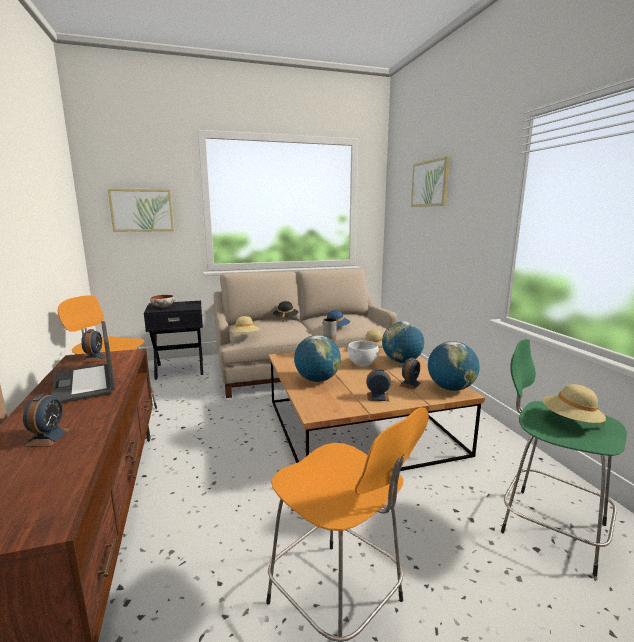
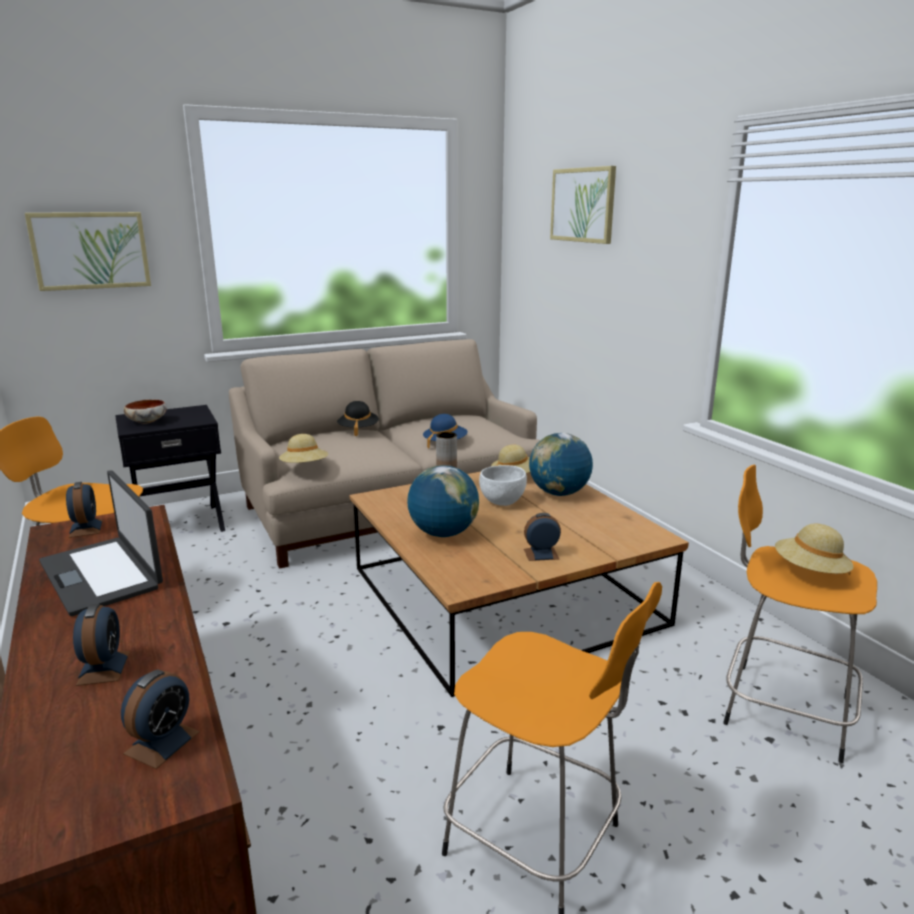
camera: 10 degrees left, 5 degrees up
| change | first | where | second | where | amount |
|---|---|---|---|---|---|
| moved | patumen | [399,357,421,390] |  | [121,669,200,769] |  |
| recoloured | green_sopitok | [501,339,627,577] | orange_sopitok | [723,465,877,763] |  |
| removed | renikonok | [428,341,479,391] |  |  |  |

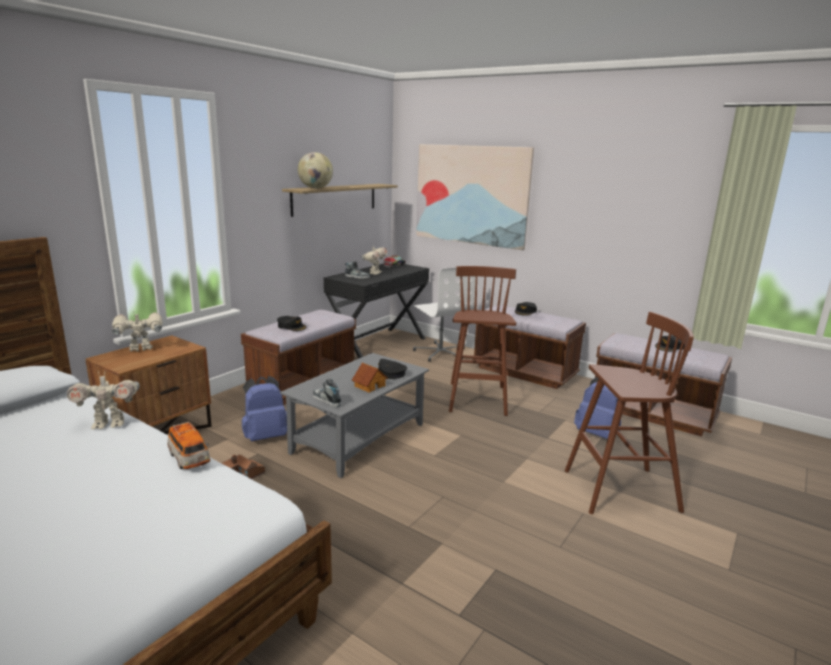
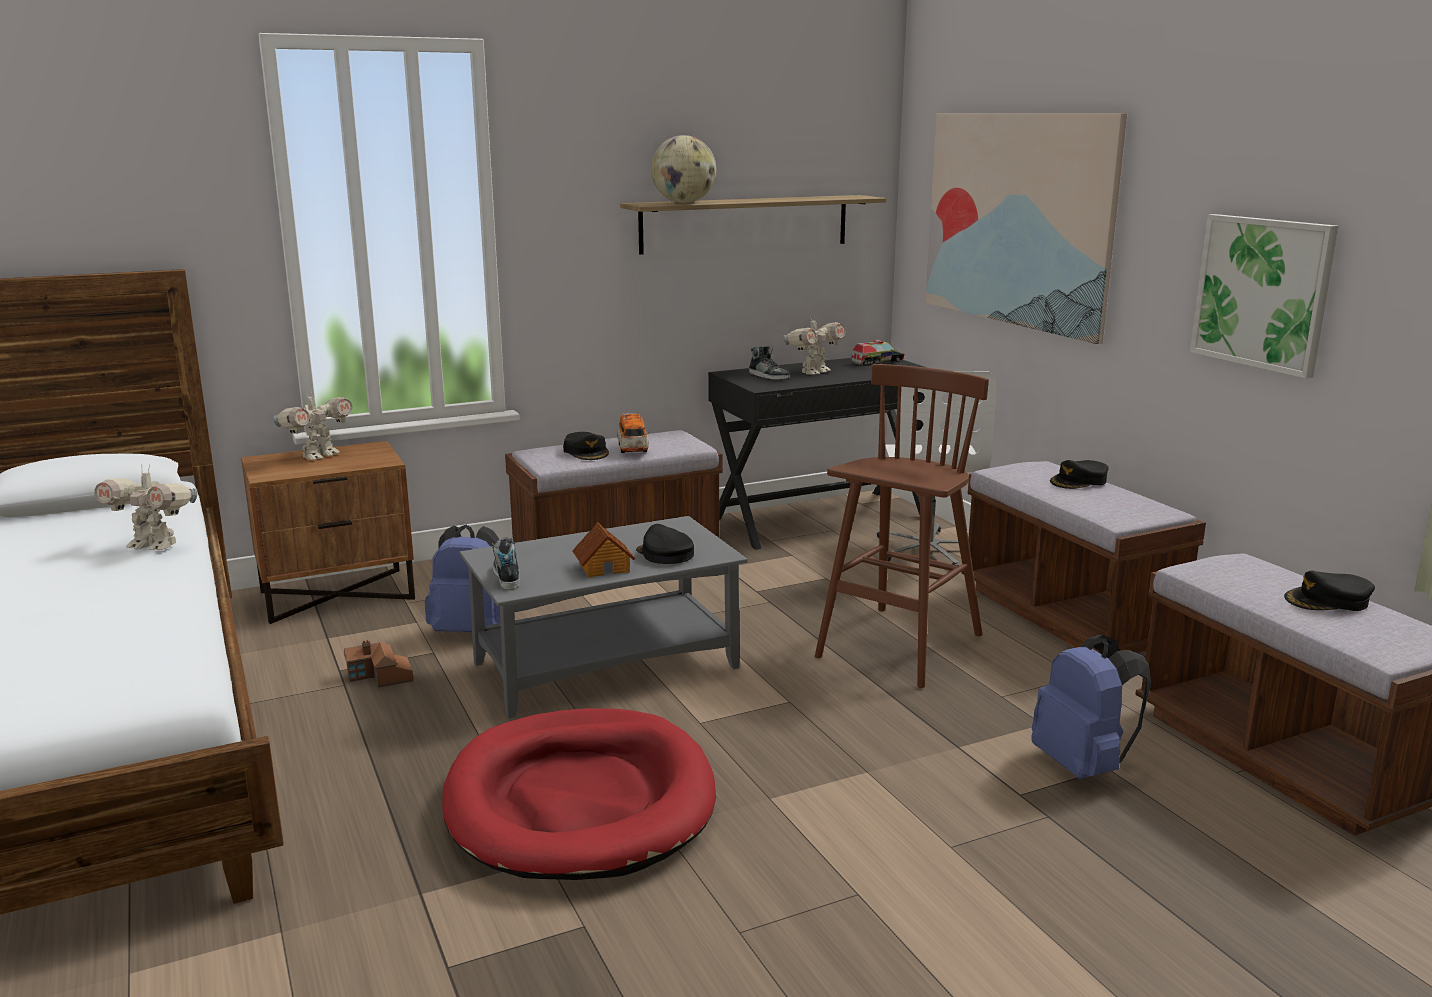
camera: 30 degrees right, 0 degrees up
| change | first | where | second | where | amount |
|---|---|---|---|---|---|
| turned | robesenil | [112,311,163,352] |  | [273,391,353,460] | 120 degrees clockwise |
| added |  |  | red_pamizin | [442,708,716,880] |  |
| moved | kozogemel | [167,421,210,469] |  | [617,413,649,453] |  |
| added |  |  | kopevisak | [1190,214,1338,378] |  |
| removed | brown_sopitok | [565,312,694,514] |  |  |  |

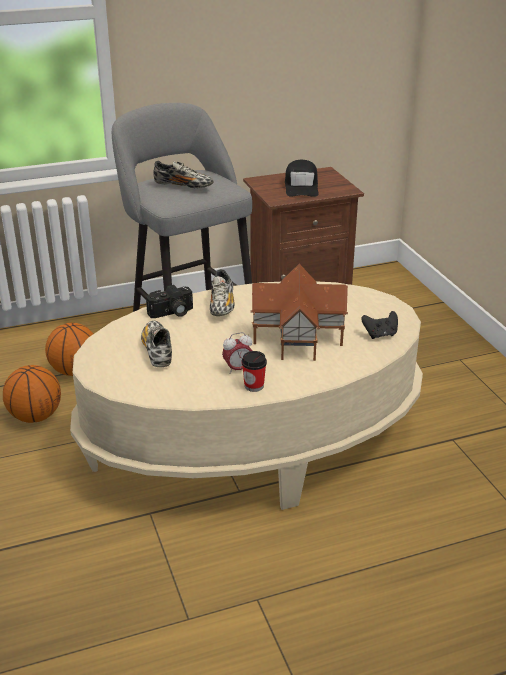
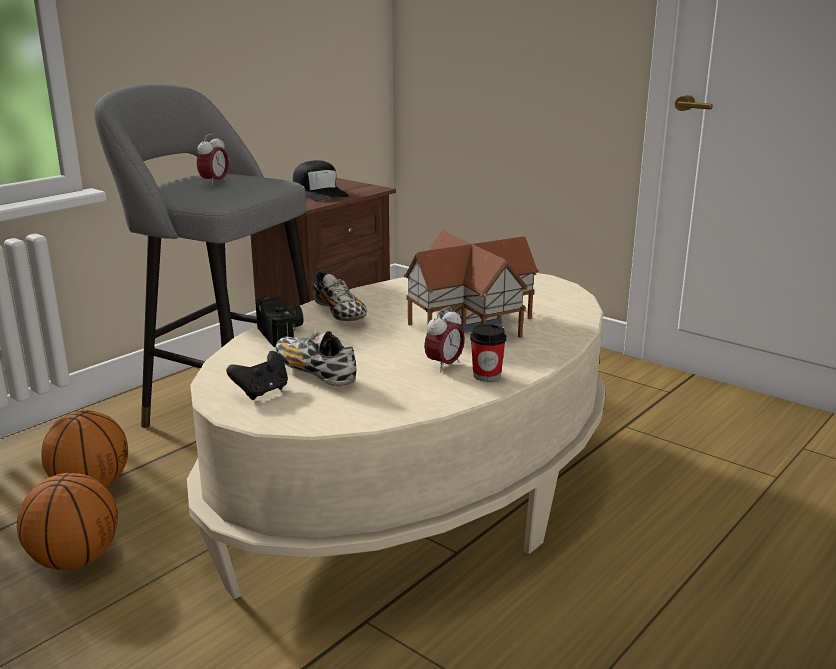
camera: 30 degrees left, 10 degrees down
| change | first | where | second | where | amount |
|---|---|---|---|---|---|
| replaced | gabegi | [153,161,214,188] | patumen | [197,133,229,186] |  |
| moved | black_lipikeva | [361,311,398,339] |  | [226,351,288,400] |  |
| turned | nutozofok | [146,285,193,318] |  | [256,297,303,347] | 60 degrees counterclockwise |

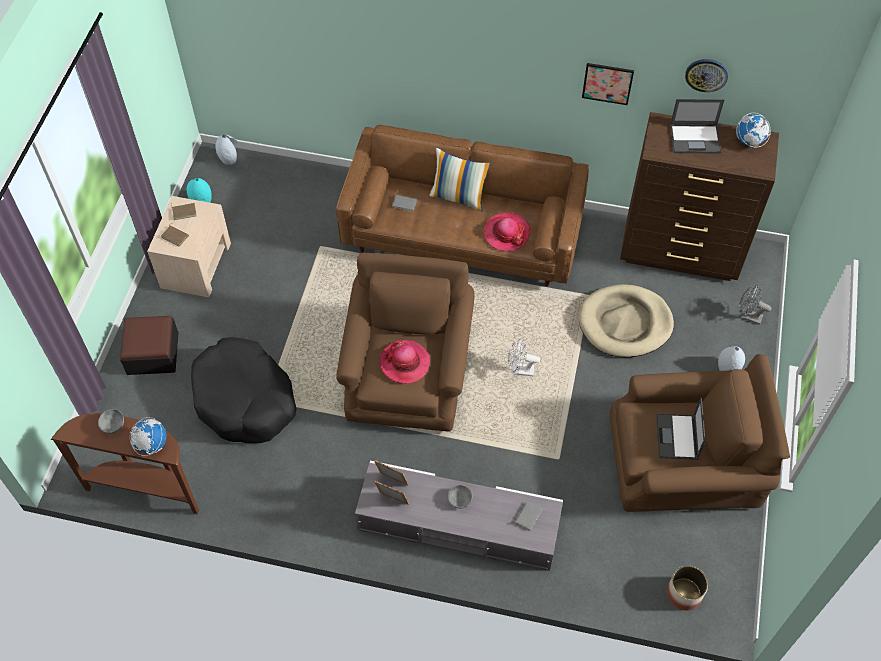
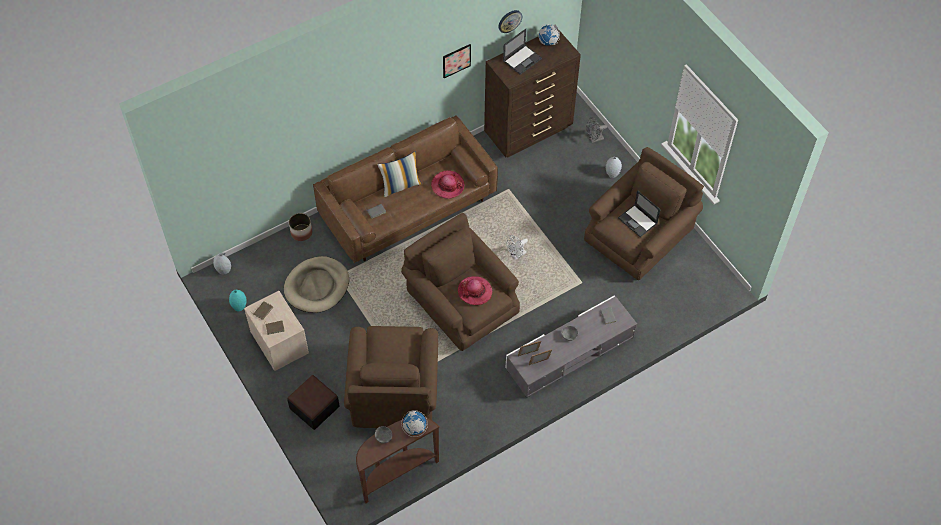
camera: 45 degrees left, 0 degrees up
| change | first | where | second | where | amount |
|---|---|---|---|---|---|
| moved | beige_pamizin | [578,284,674,357] |  | [284,256,349,313] |  |
| moved | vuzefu | [667,566,708,610] |  | [289,213,312,241] |  |
| replaced | black_pamizin | [191,337,297,443] | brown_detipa | [344,326,438,428] |  |

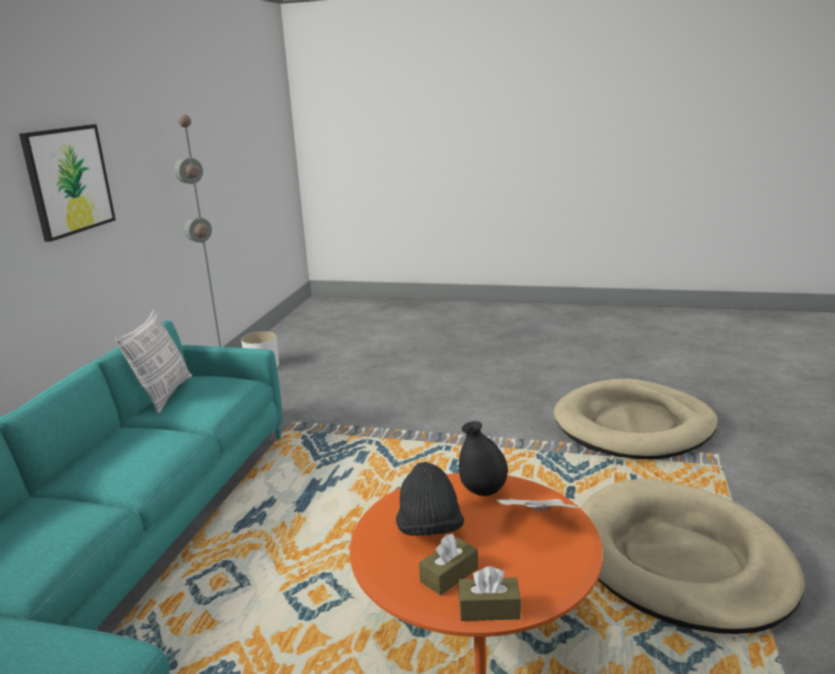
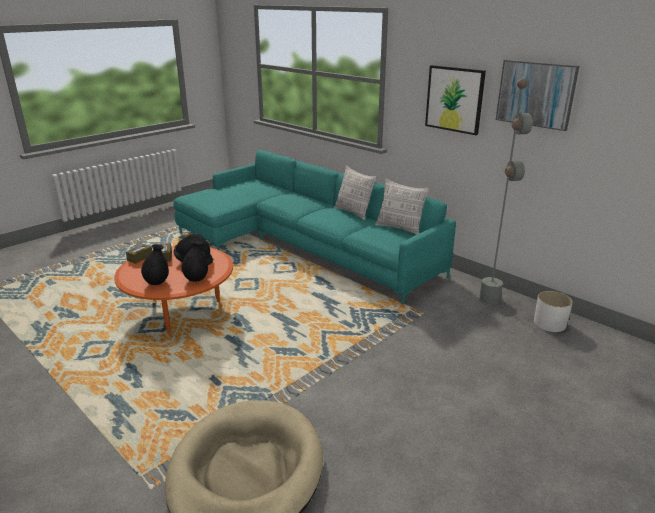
camera: 120 degrees right, 5 degrees up
| change | first | where | second | where | amount |
|---|---|---|---|---|---|
| replaced | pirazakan | [496,499,580,512] | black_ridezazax | [141,244,169,285] |  |
| added |  |  | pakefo | [334,165,377,220] |  |
| added |  |  | kopevisak | [496,60,579,131] |  |
| removed | beige_pamizin | [580,478,805,634] |  |  |  |

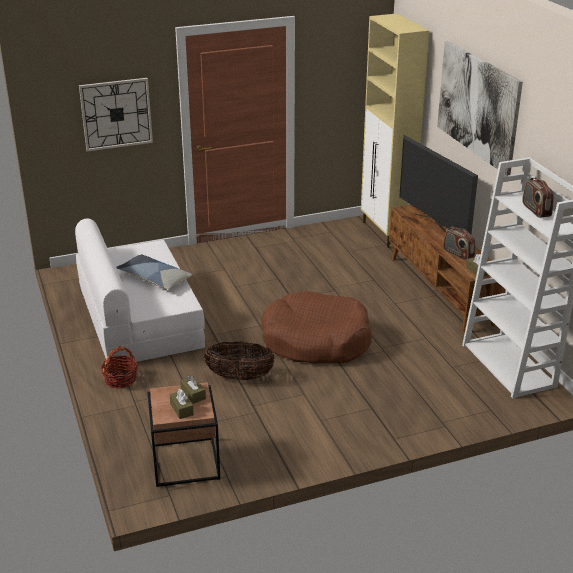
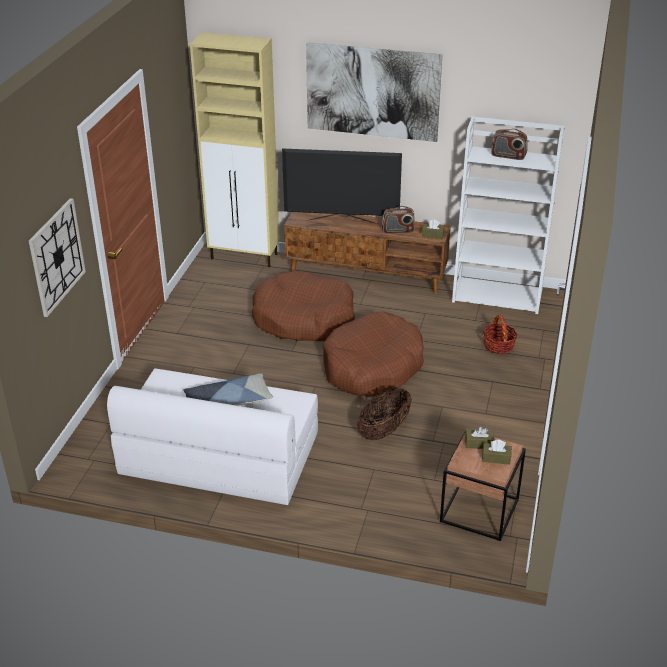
camera: 55 degrees left, 5 degrees up
| change | first | where | second | where | amount |
|---|---|---|---|---|---|
| added |  |  | brown_pamizin | [252,271,355,341] |  |
| moved | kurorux | [101,346,138,388] |  | [483,314,518,354] |  |

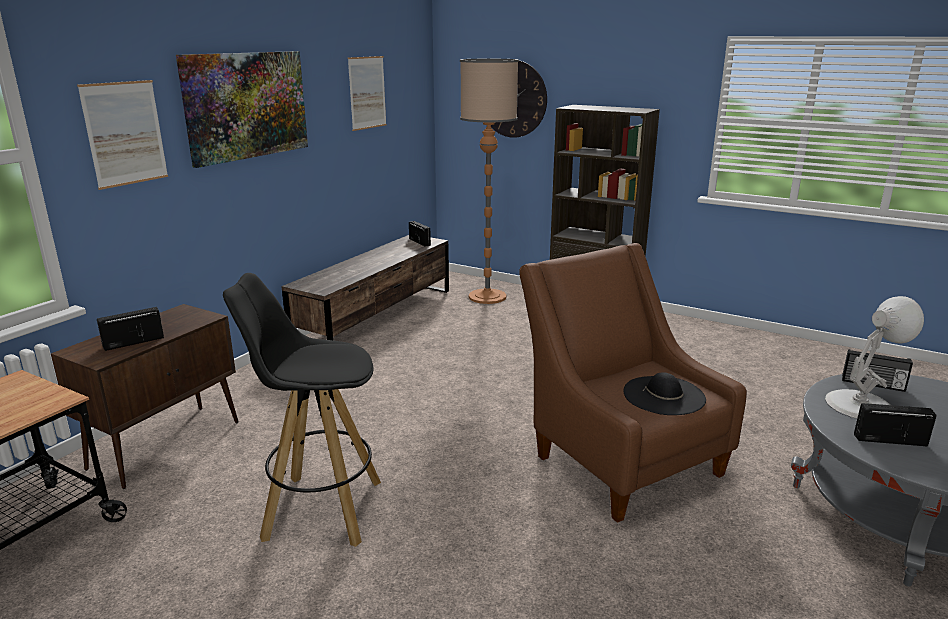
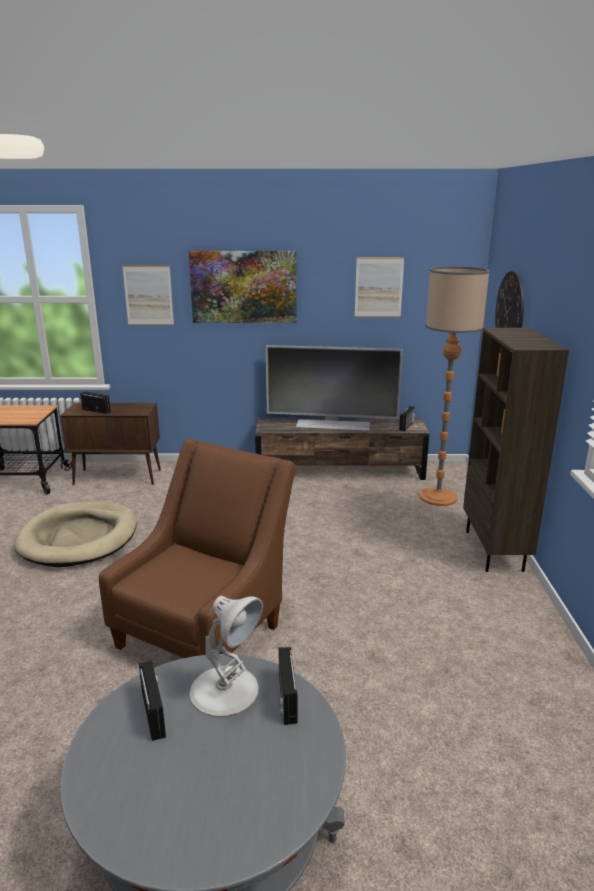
camera: 60 degrees right, 0 degrees up
| change | first | where | second | where | amount |
|---|---|---|---|---|---|
| replaced | black_sopitok | [223,273,381,547] | beige_pamizin | [14,502,137,567] |  |
| added |  |  | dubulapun | [266,345,403,431] |  |
| removed | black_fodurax | [624,372,706,415] |  |  |  |

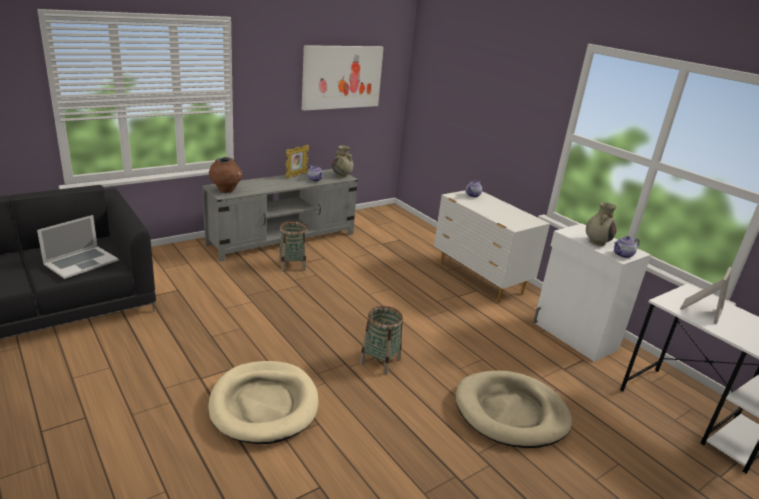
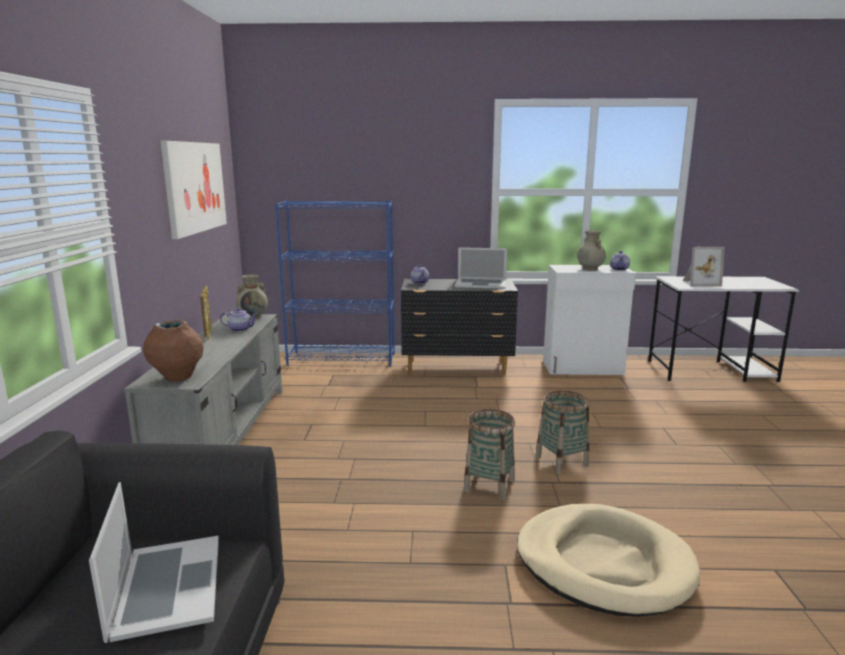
camera: 50 degrees left, 10 degrees down
| change | first | where | second | where | amount |
|---|---|---|---|---|---|
| added |  |  | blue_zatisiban | [275,201,395,367] |  |
| recoloured | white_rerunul | [434,190,550,302] | black_rerunul | [401,279,518,375] |  |
| added |  |  | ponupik | [455,247,507,289] |  |
| moved | kurorux | [279,221,307,272] |  | [464,409,515,500] |  |
| turned | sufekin | [680,267,732,325] |  | [683,247,725,287] | 105 degrees clockwise |
| removed | beige_pamizin | [455,370,572,448] |  |  |  |

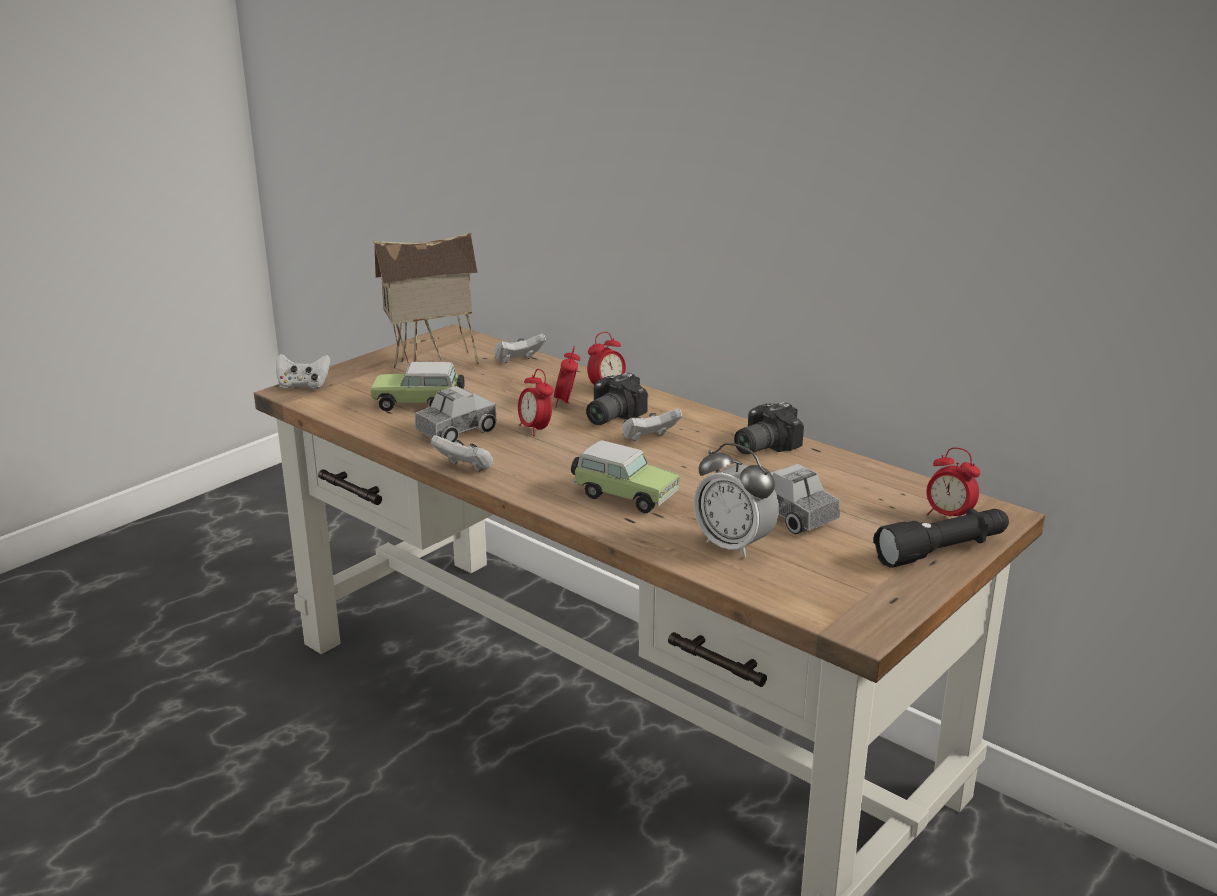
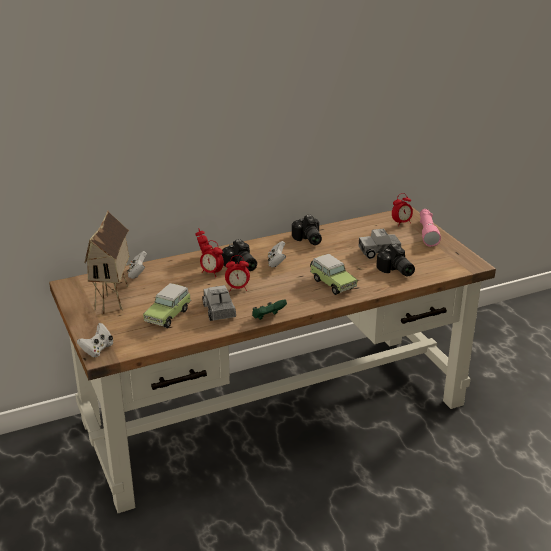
camera: 65 degrees left, 5 degrees up
| change | first | where | second | where | amount |
|---|---|---|---|---|---|
| recoloured | white_lipikeva | [431,435,493,471] | green_lipikeva | [252,299,287,320] |  |
| turned | kozogemel | [571,440,680,513] |  | [310,254,357,295] | 90 degrees clockwise |
| replaced | patumen | [694,443,779,558] | nutozofok | [376,244,415,277] |  |
| recoloured | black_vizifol | [874,508,1009,568] | pink_vizifol | [420,209,441,247] |  |

